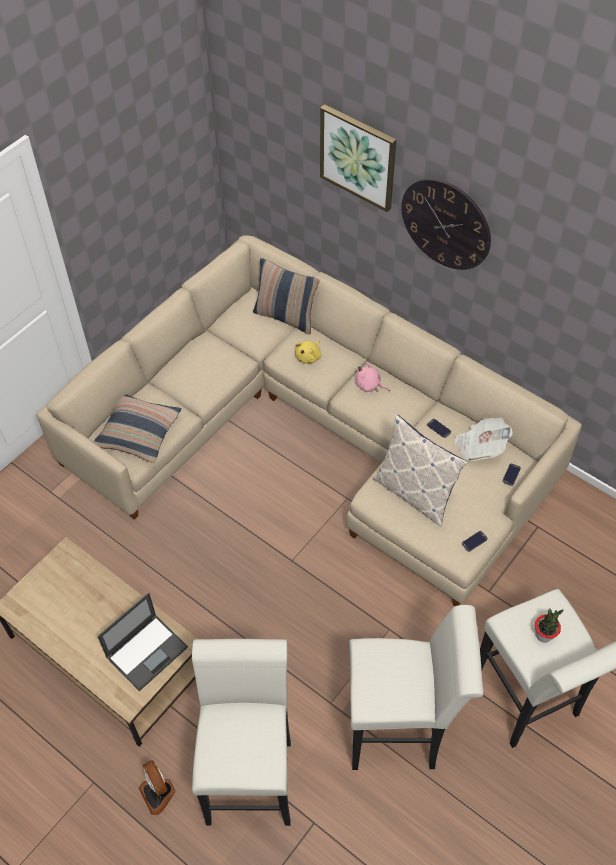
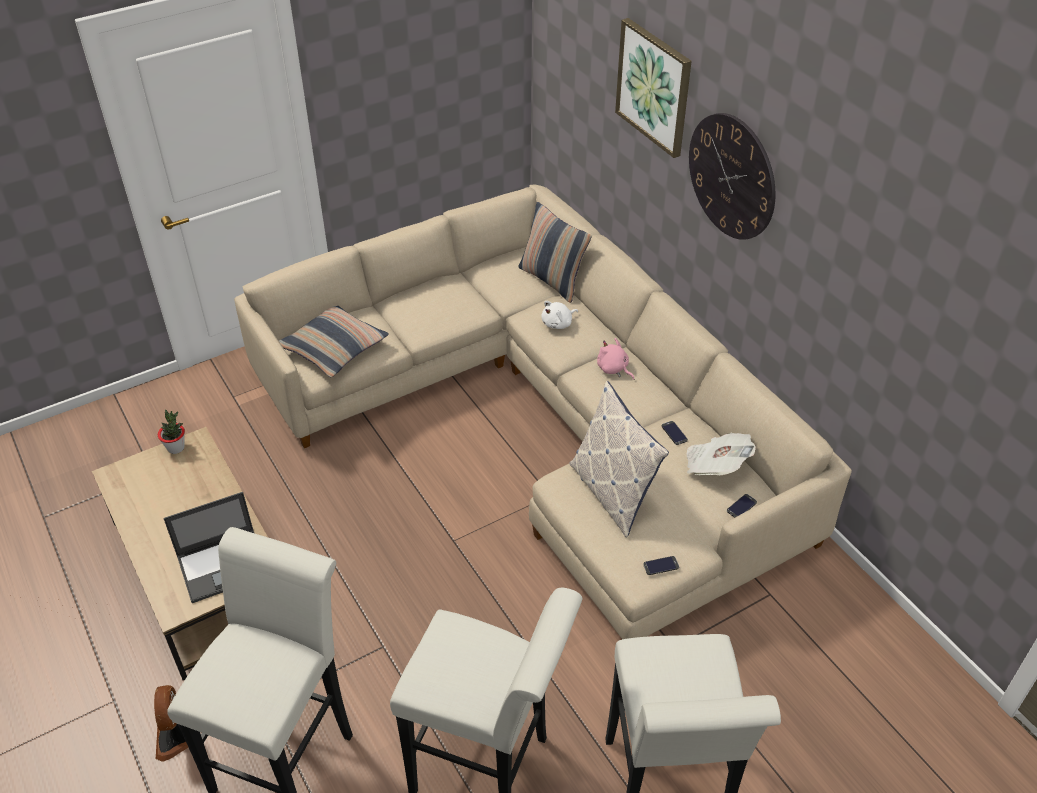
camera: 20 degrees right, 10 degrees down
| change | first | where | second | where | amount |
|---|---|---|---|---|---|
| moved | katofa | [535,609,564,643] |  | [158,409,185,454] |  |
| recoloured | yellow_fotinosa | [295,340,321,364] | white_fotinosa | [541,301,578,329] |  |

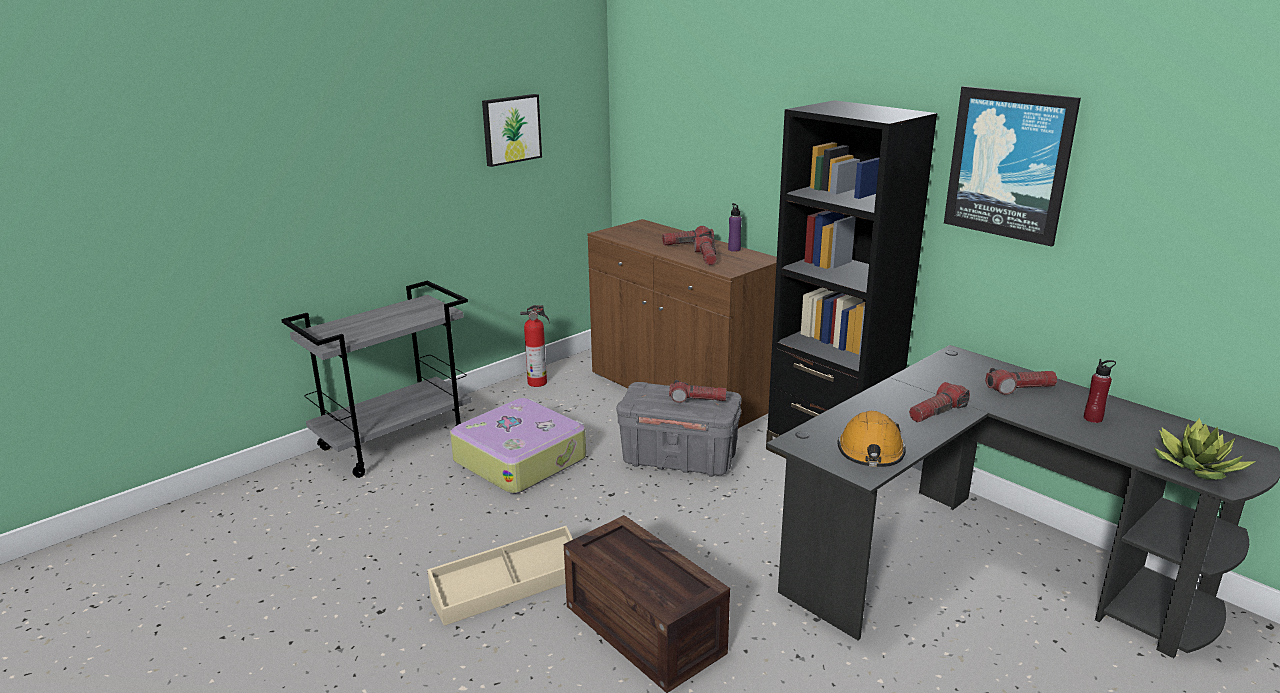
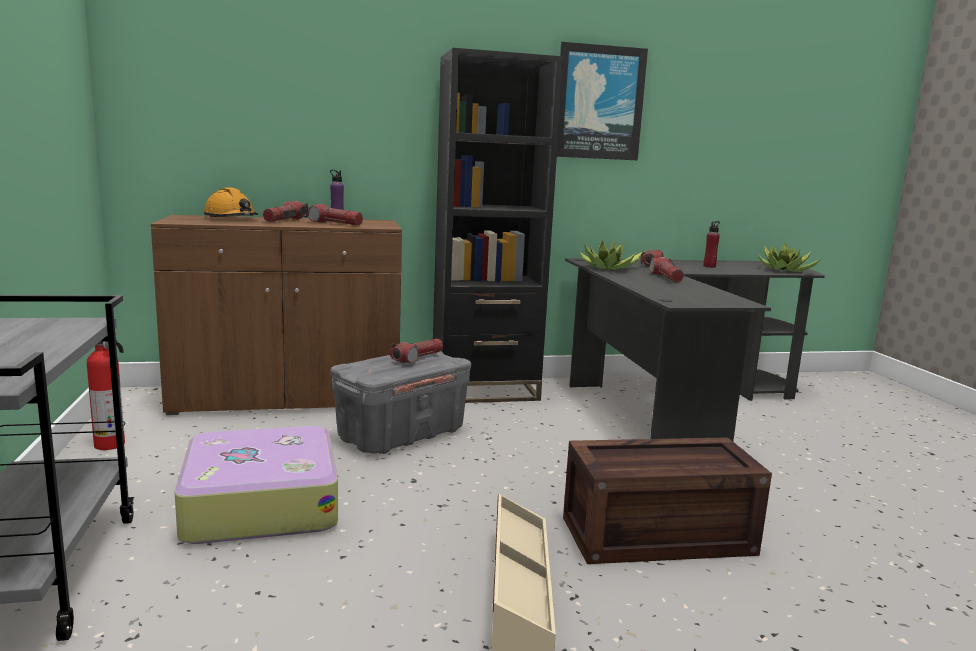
camera: 60 degrees left, 10 degrees down
| change | first | where | second | where | amount |
|---|---|---|---|---|---|
| moved | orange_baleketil | [837,411,906,467] |  | [204,188,258,218] |  |
| added |  |  | katofa | [579,240,642,270] |  |
| removed | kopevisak | [482,94,542,167] |  |  |  |

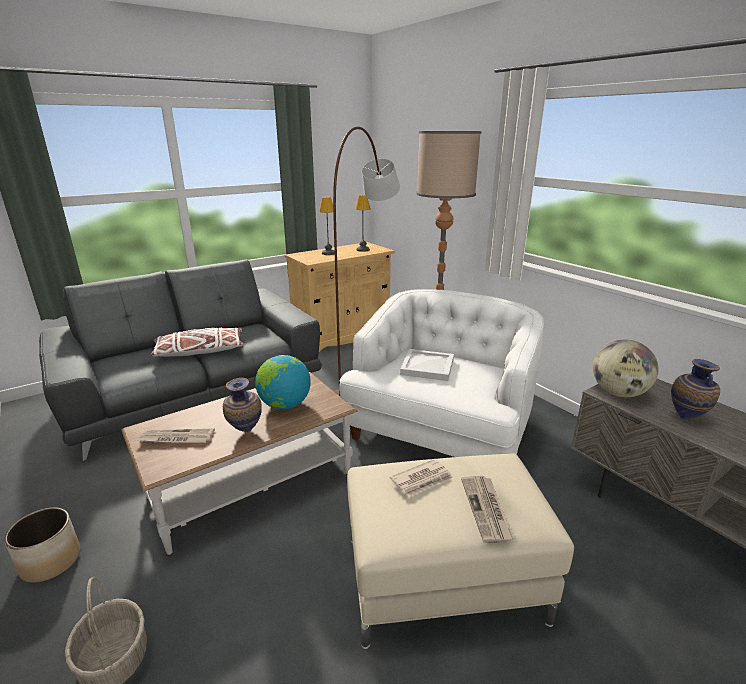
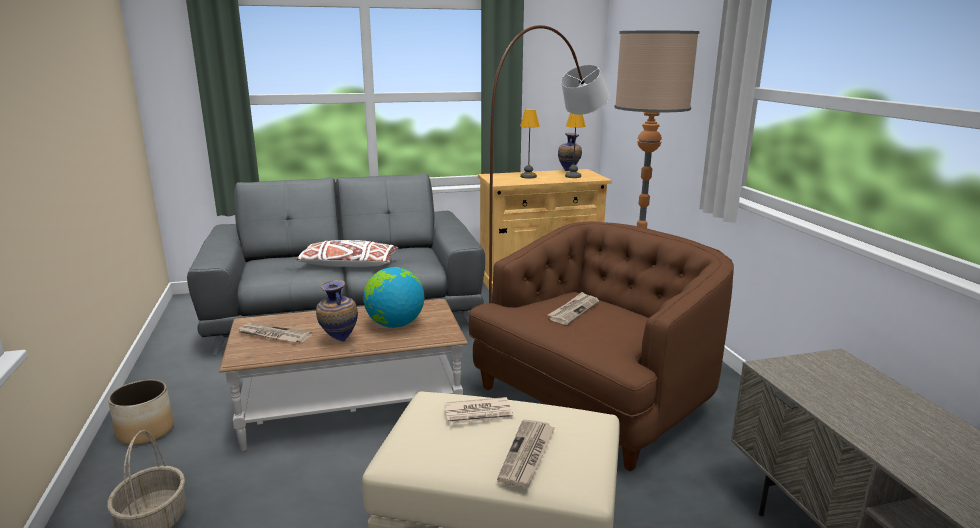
camera: 20 degrees right, 5 degrees down
| change | first | where | second | where | amount |
|---|---|---|---|---|---|
| recoloured | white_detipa | [340,289,544,457] | brown_detipa | [469,221,734,472] |  |
| replaced | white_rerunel | [400,349,454,381] | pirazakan | [548,292,599,325] |  |
| moved | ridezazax | [671,359,720,419] |  | [558,133,582,171] |  |
| removed | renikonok | [593,340,659,397] |  |  |  |

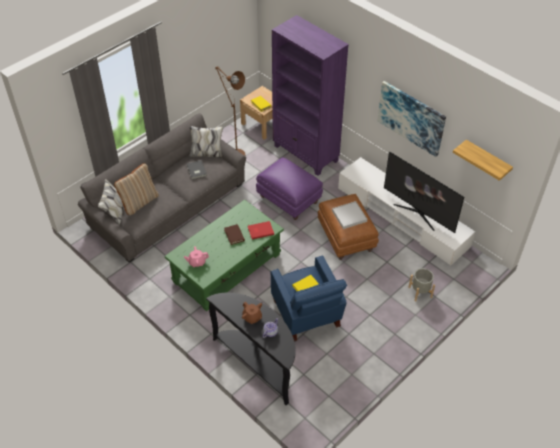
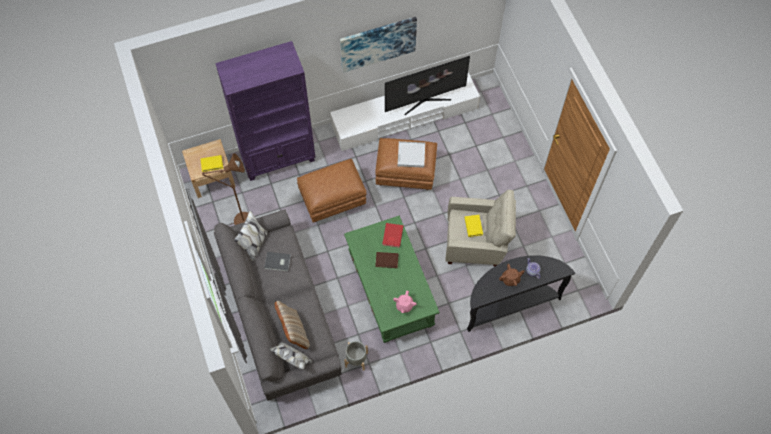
camera: 65 degrees left, 15 degrees up
| change | first | where | second | where | amount |
|---|---|---|---|---|---|
| recoloured | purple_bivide | [256,157,323,220] | brown_bivide | [297,159,367,223] |  |
| moved | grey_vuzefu | [408,268,435,301] |  | [344,341,368,371] |  |
| recoloured | blue_detipa | [271,255,347,341] | beige_detipa | [445,190,516,267] |  |
| removed | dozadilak | [453,140,513,181] |  |  |  |

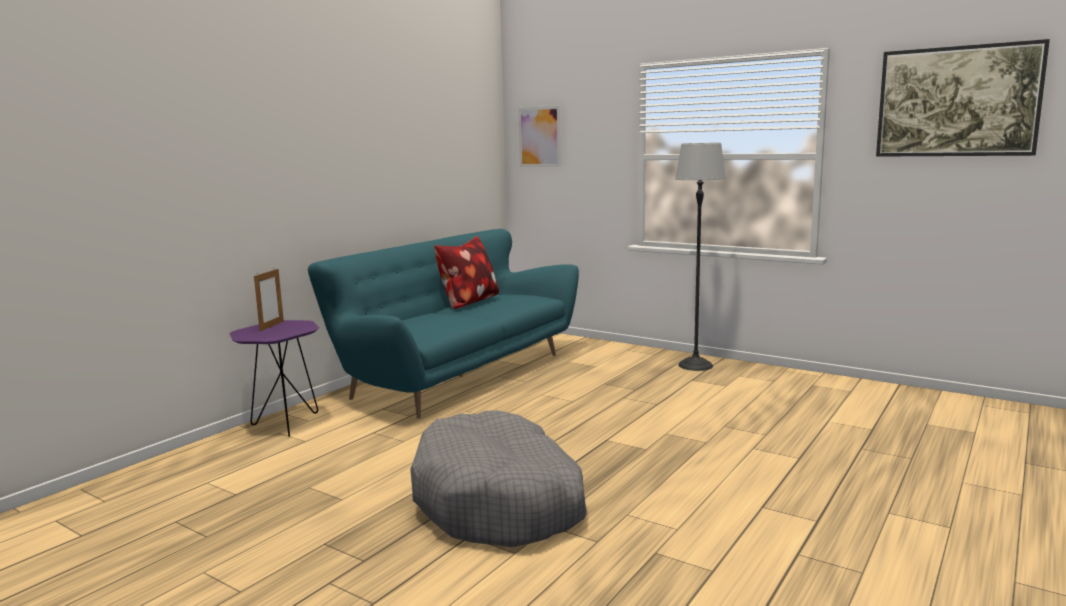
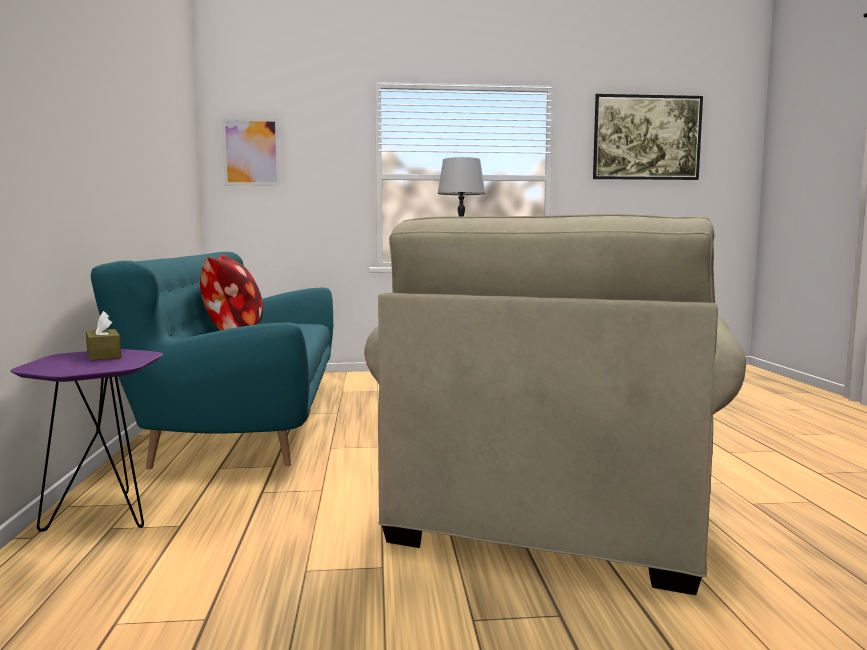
camera: 40 degrees left, 5 degrees down
| change | first | where | second | where | amount |
|---|---|---|---|---|---|
| added |  |  | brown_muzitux | [86,311,121,361] |  |
| replaced | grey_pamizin | [410,410,587,547] | beige_detipa | [364,214,746,595] |  |
| removed | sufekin | [254,269,284,331] |  |  |  |

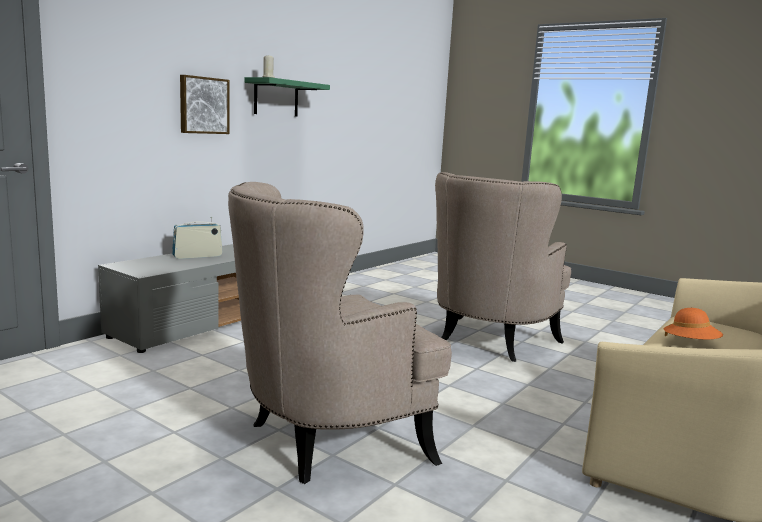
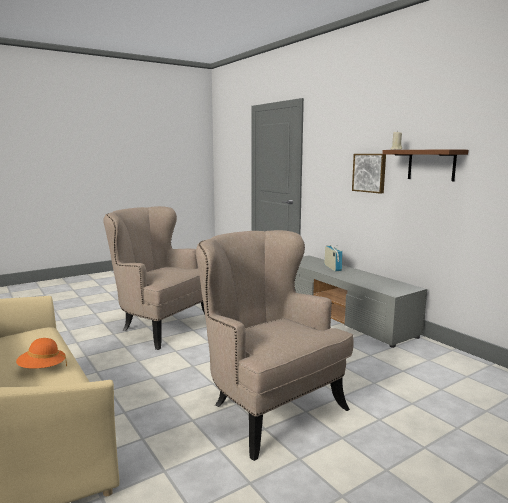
camera: 110 degrees right, 0 degrees up
| change | first | where | second | where | amount |
|---|---|---|---|---|---|
| turned | beige_detipa | [228,182,452,484] |  | [103,206,205,350] | 45 degrees counterclockwise |
| recoloured | green_dozadilak | [244,77,330,117] | brown_dozadilak | [382,149,468,181] |  |

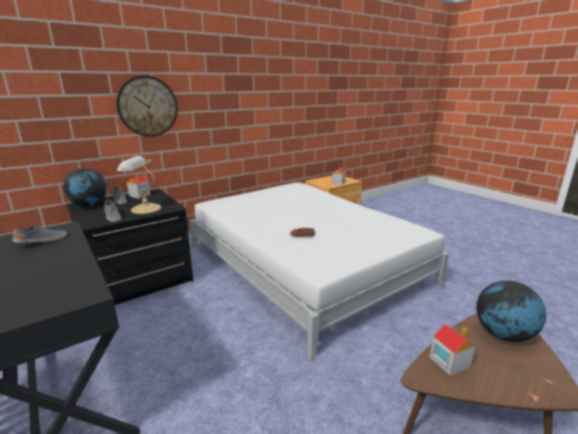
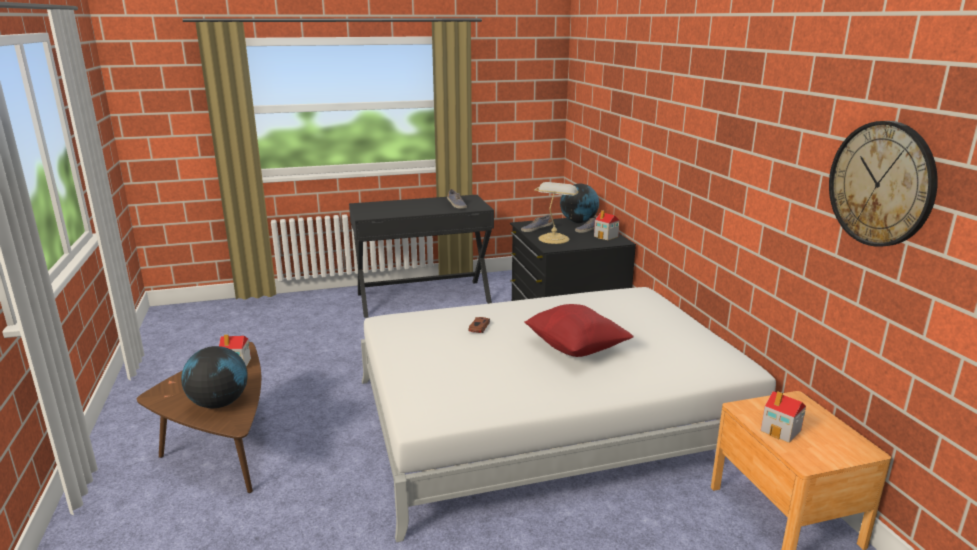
camera: 110 degrees right, 0 degrees up
| change | first | where | second | where | amount |
|---|---|---|---|---|---|
| added |  |  | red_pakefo | [524,304,634,357] |  |
| moved | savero | [117,76,178,137] |  | [829,121,938,247] |  |

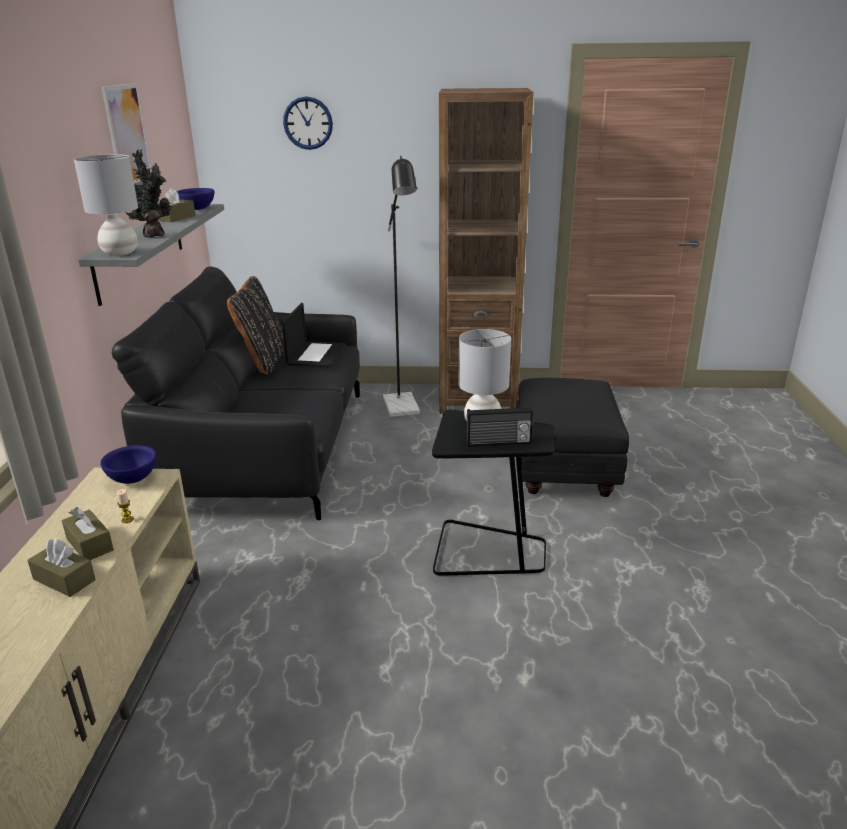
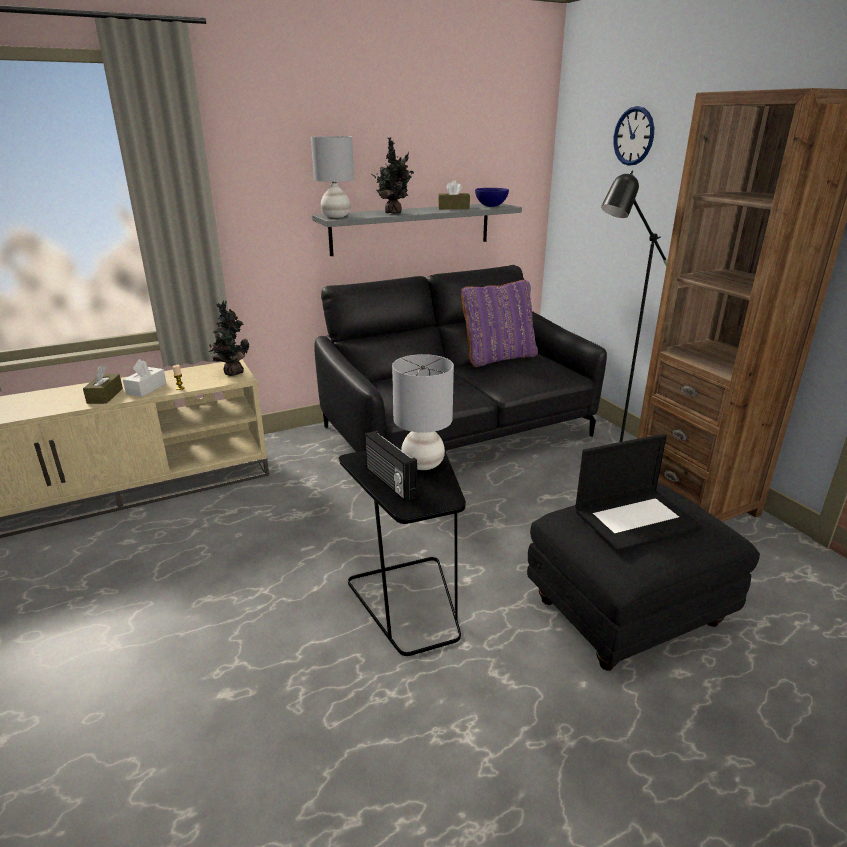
camera: 60 degrees right, 0 degrees up
| change | first | where | second | where | amount |
|---|---|---|---|---|---|
| recoloured | brown_muzitux | [62,507,114,560] | white_muzitux | [123,359,166,397] |  |
| replaced | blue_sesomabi | [100,445,156,484] | katofa | [209,301,250,376] |  |
| recoloured | black_pakefo | [227,276,285,375] | purple_pakefo | [461,280,538,367] |  |
| moved | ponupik | [282,303,346,368] |  | [575,434,703,552] |  |
| removed | kopevisak | [101,83,152,184] |  |  |  |

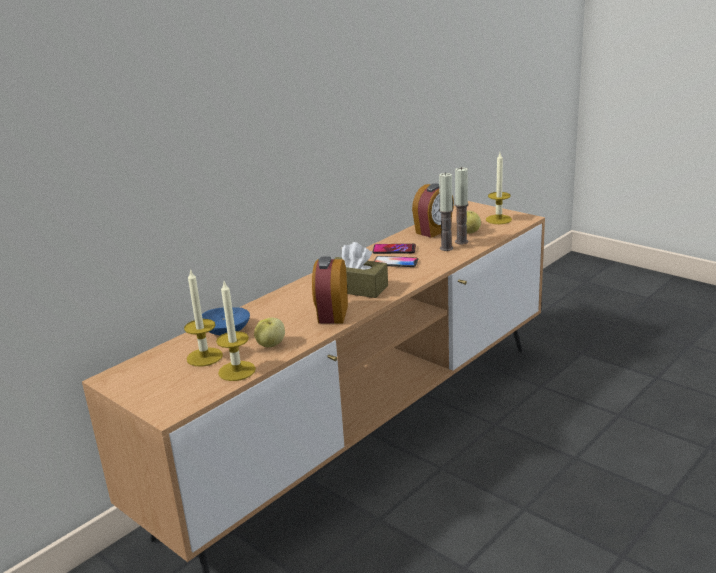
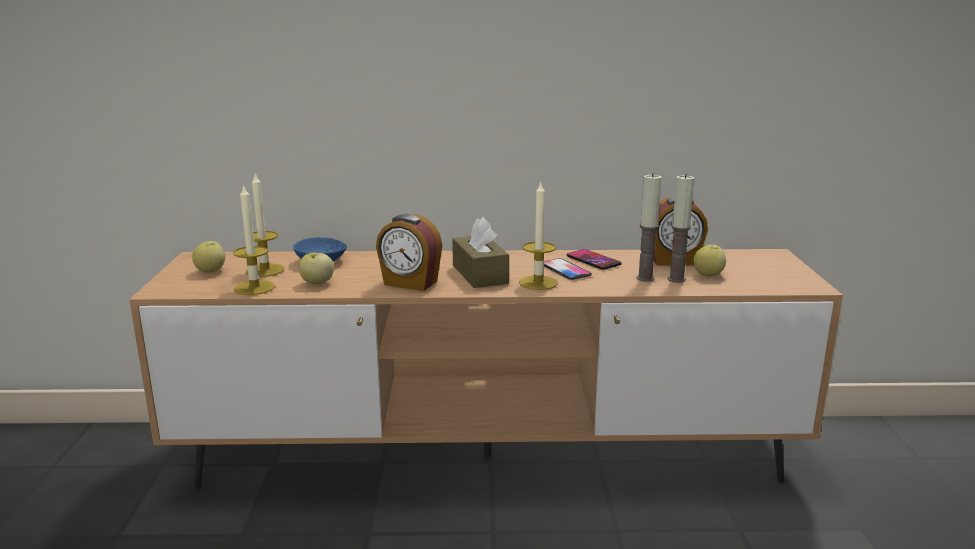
camera: 45 degrees right, 5 degrees down
| change | first | where | second | where | amount |
|---|---|---|---|---|---|
| added |  |  | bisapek | [192,241,225,273] |  |
| turned | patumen | [312,256,348,323] |  | [376,214,442,291] | 120 degrees counterclockwise |
| moved | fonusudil | [486,153,512,224] |  | [519,182,558,290] |  |

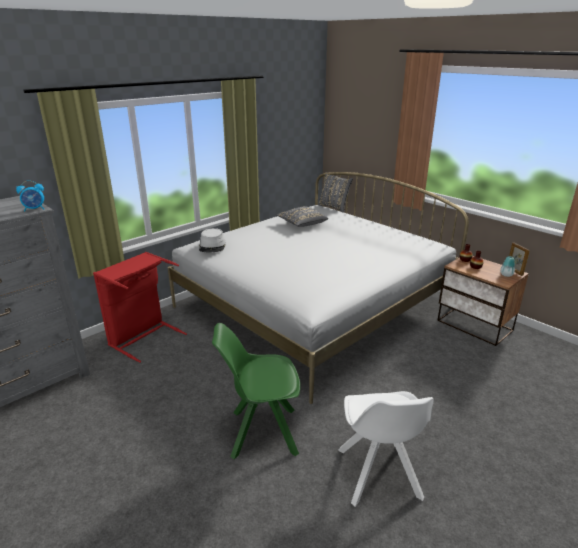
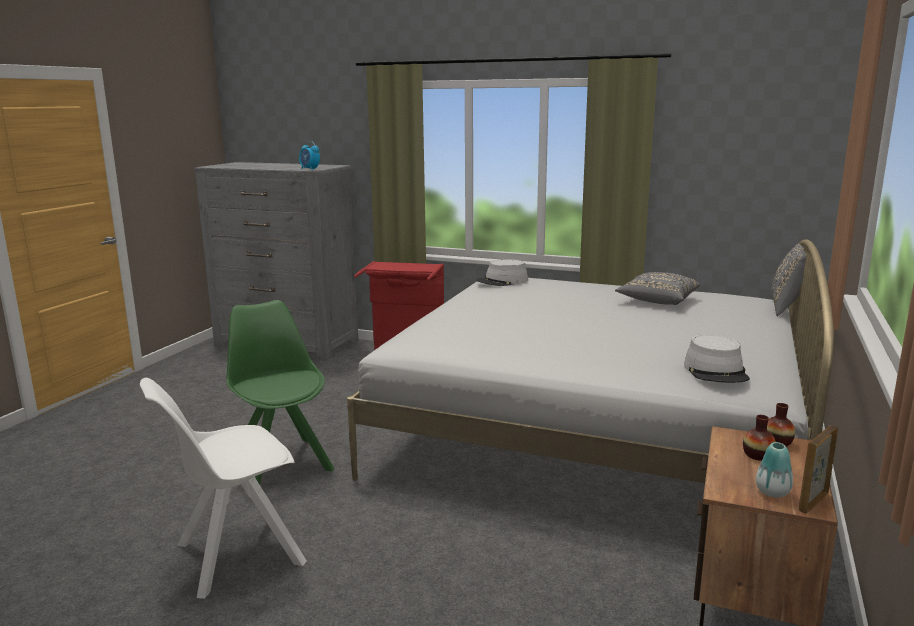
camera: 65 degrees right, 10 degrees down
| change | first | where | second | where | amount |
|---|---|---|---|---|---|
| added |  |  | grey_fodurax | [684,334,750,383] |  |

